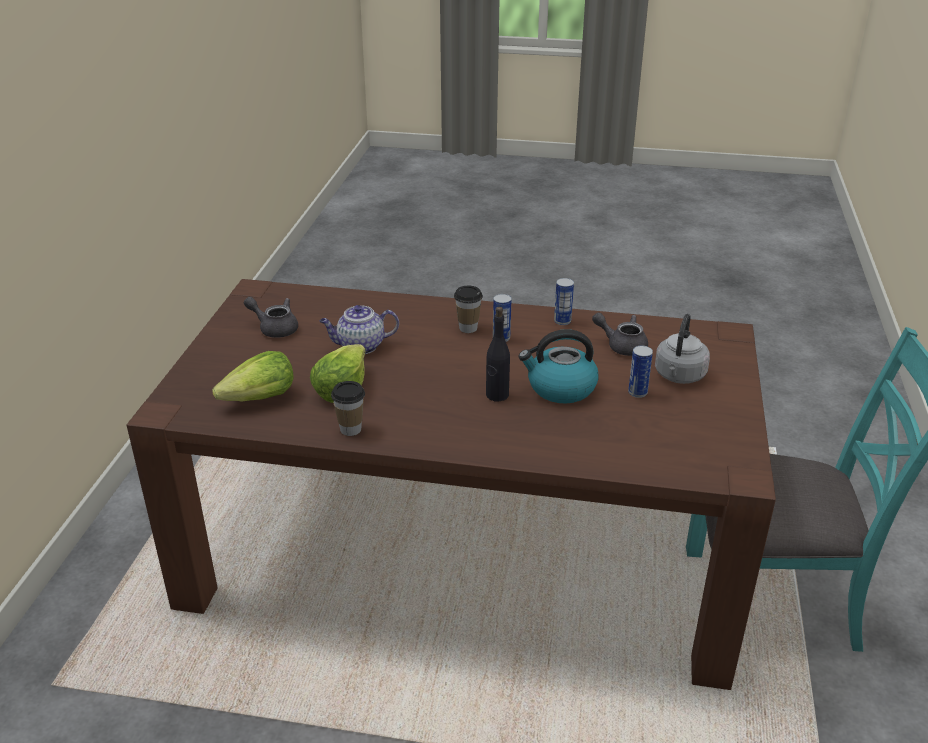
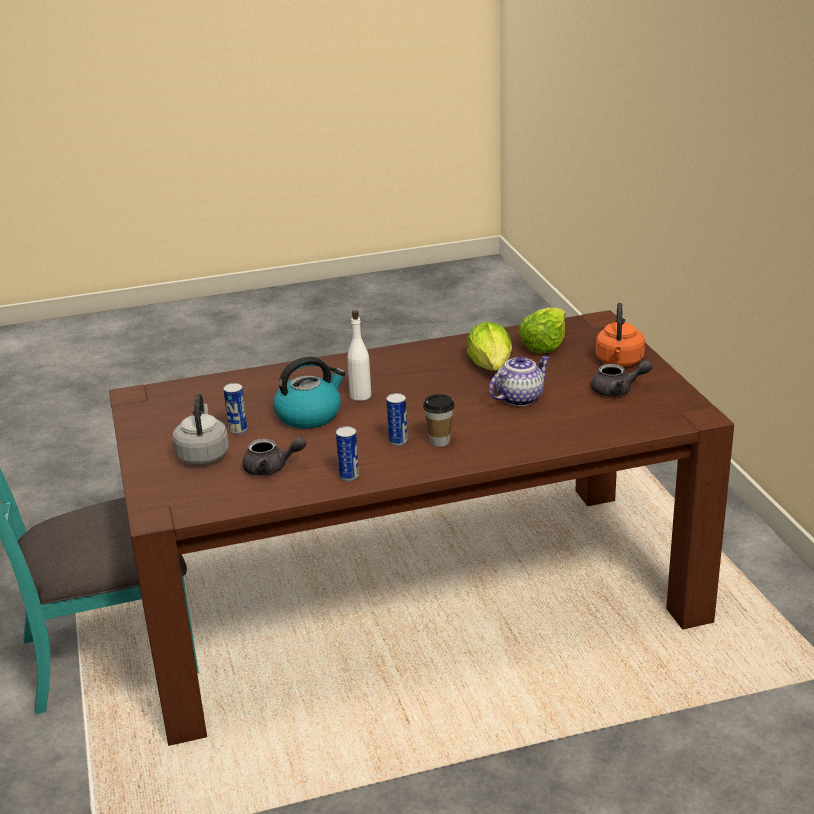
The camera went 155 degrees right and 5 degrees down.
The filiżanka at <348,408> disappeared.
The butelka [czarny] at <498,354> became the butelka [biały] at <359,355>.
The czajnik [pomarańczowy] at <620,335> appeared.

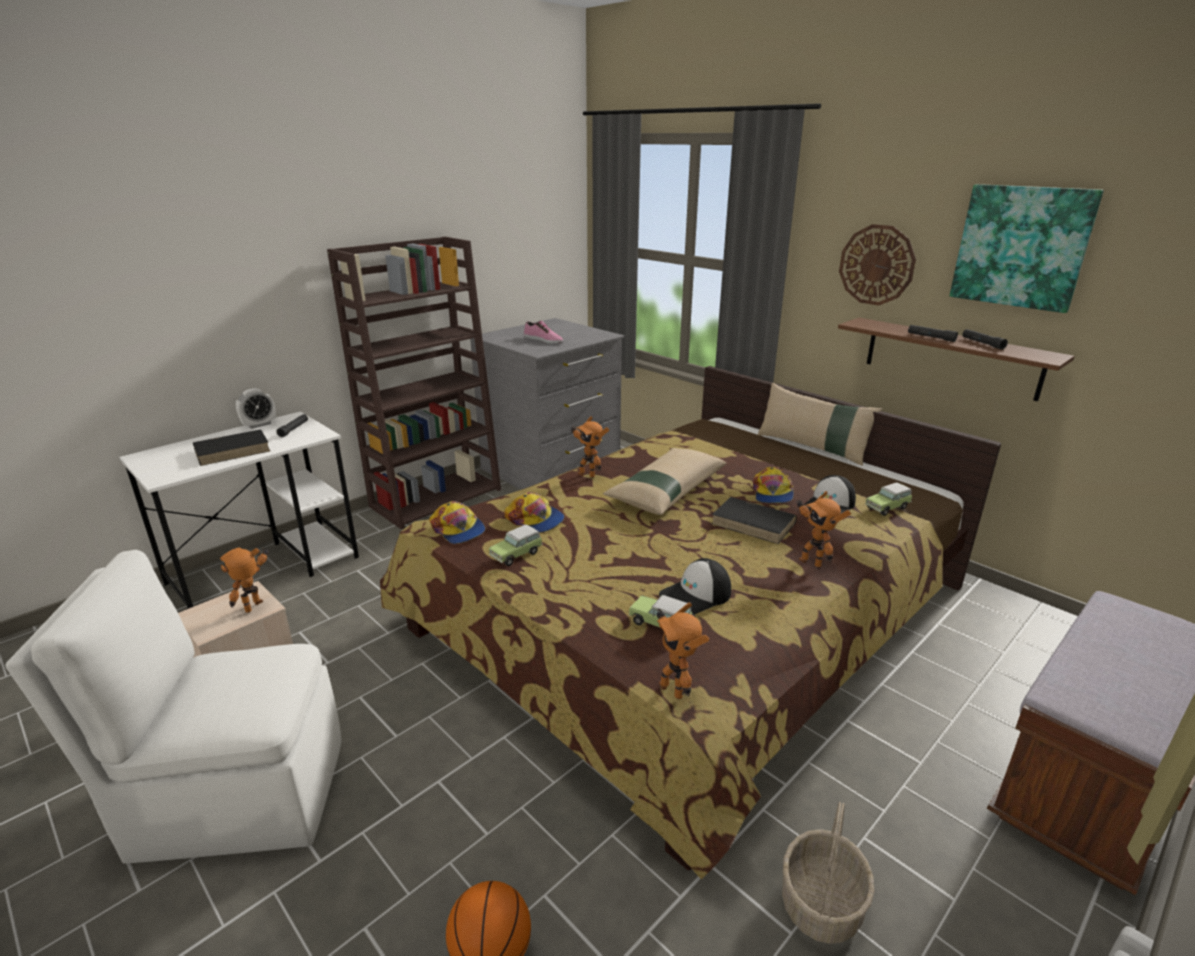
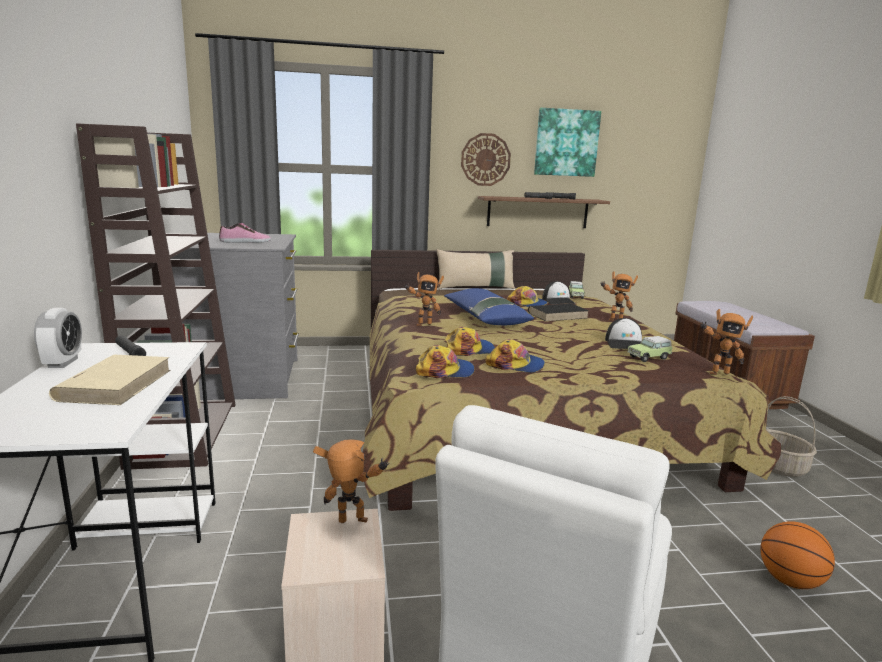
The camera went 55 degrees left and 10 degrees down.
The książka [czarny] at <231,447> became the książka [beżowy] at <110,380>.
The robot zabawkowy at <244,580> turned 120 degrees clockwise.
The samochodzik at <516,545> was replaced by the czapka z daszkiem at <515,356>.
The poduszka [beżowy] at <664,481> became the poduszka [niebieski] at <489,306>.

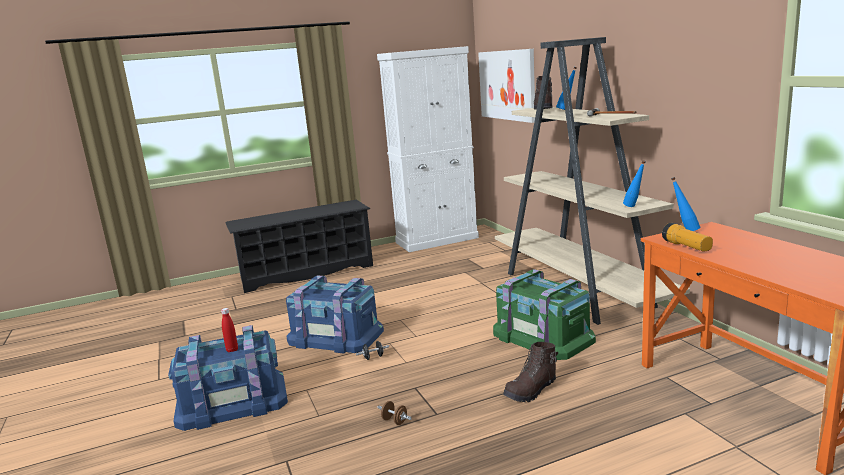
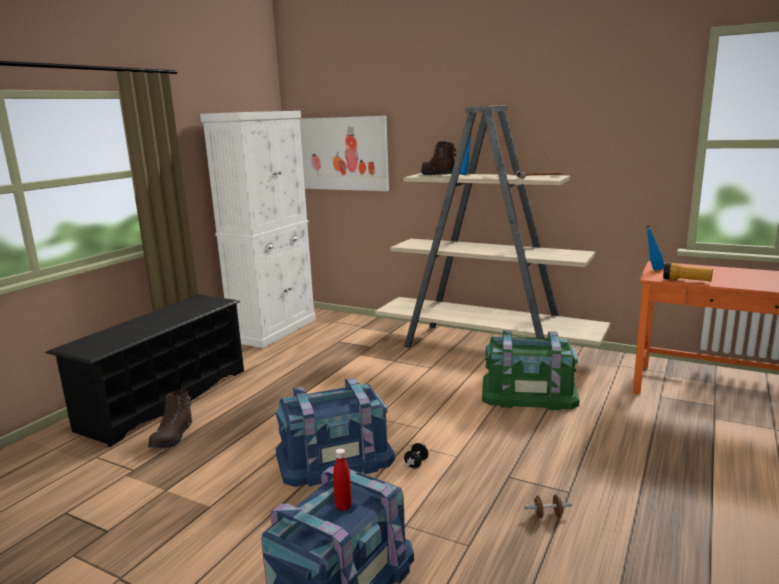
The camera went 40 degrees left and 0 degrees up.
The but z cholewką [brązowy] moved from <530,372> to <170,419>.
The butelka [niebieski] at <634,183> disappeared.

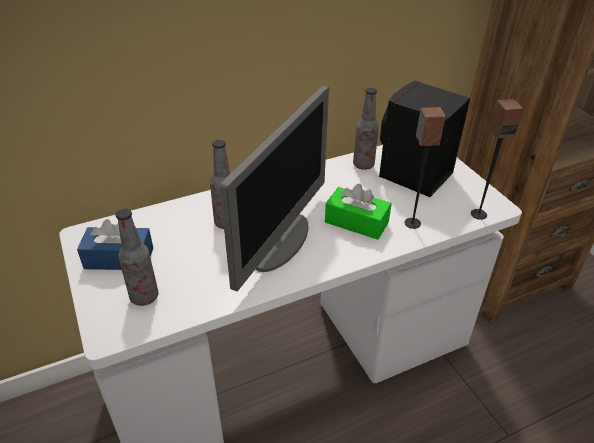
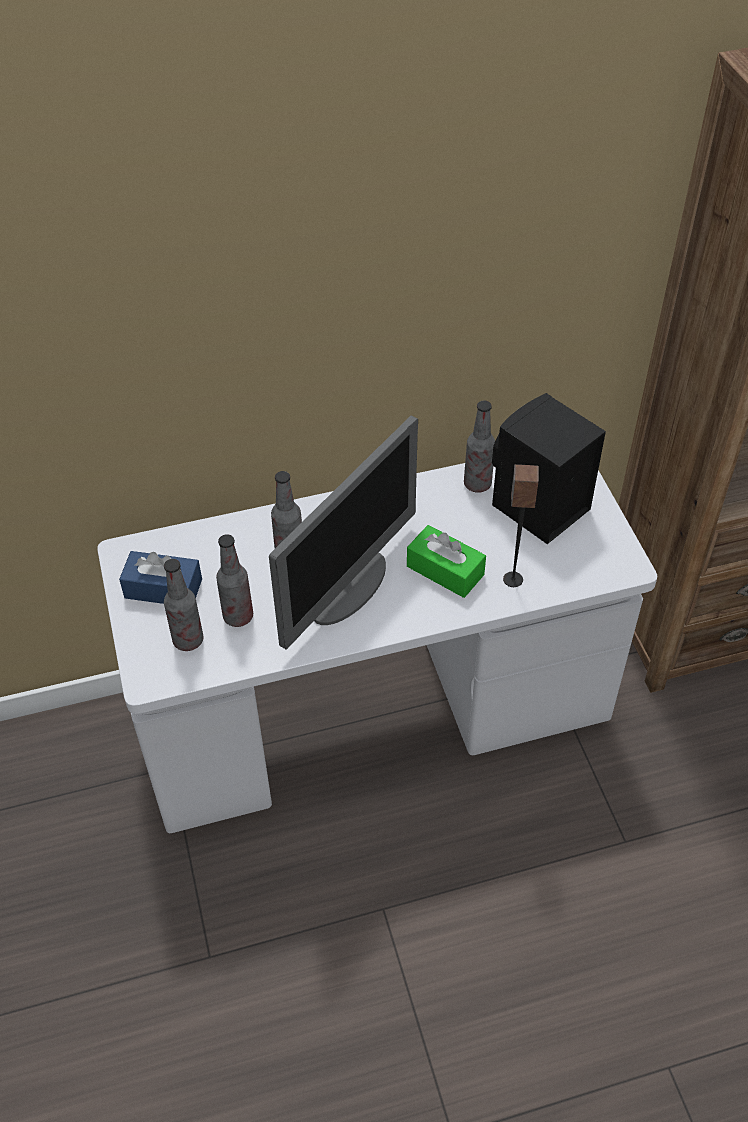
The camera went 10 degrees right and 10 degrees up.
The głośnik at <497,159> disappeared.
The butelka at <234,580> appeared.

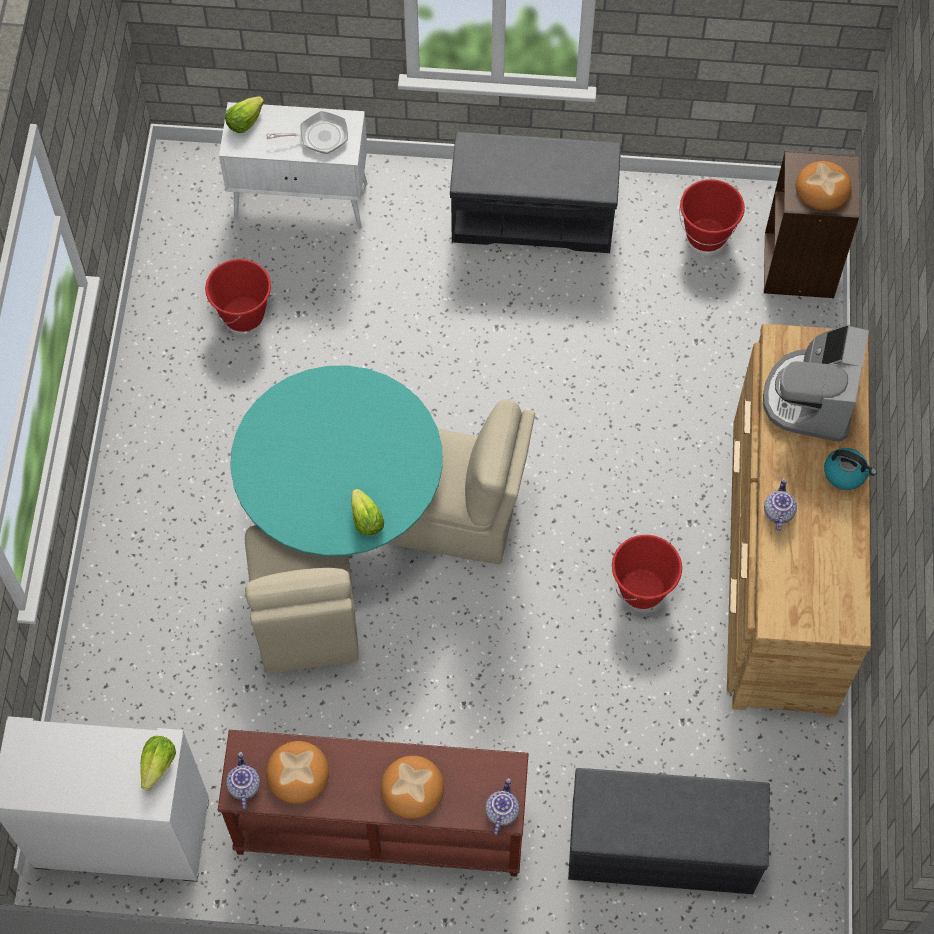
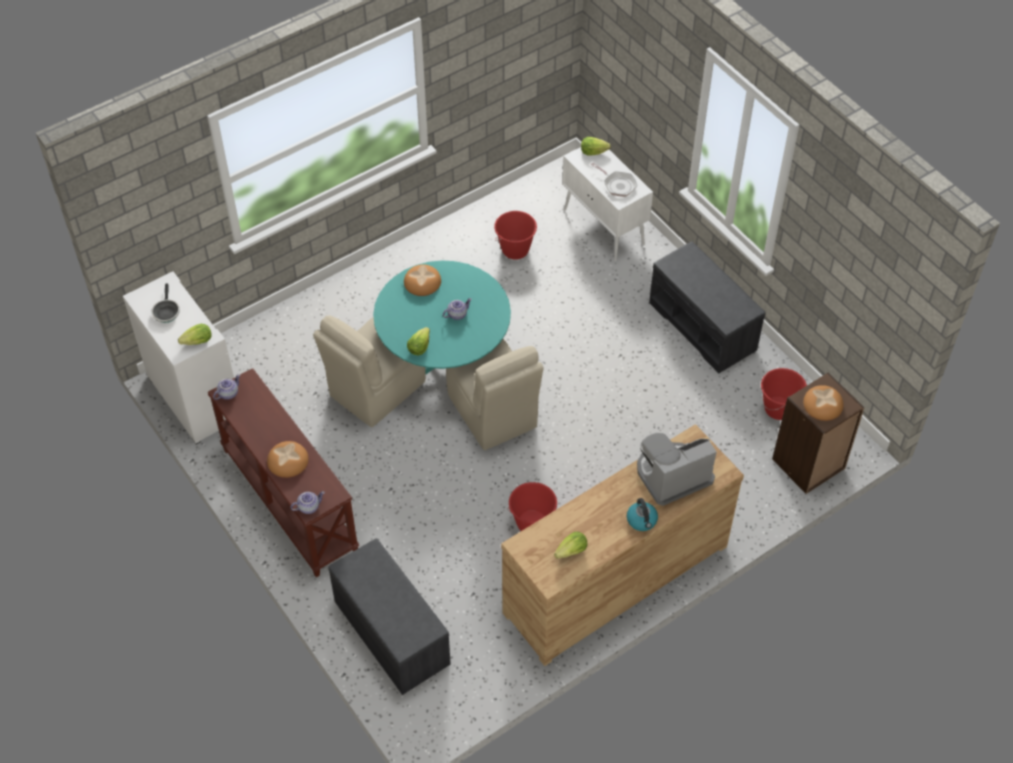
The camera went 50 degrees right and 10 degrees down.
The chleb moved from <297,772> to <422,280>.
The imbryk moved from <780,504> to <457,309>.
The patelnia at <165,303> appeared.
The sałata at <571,545> appeared.

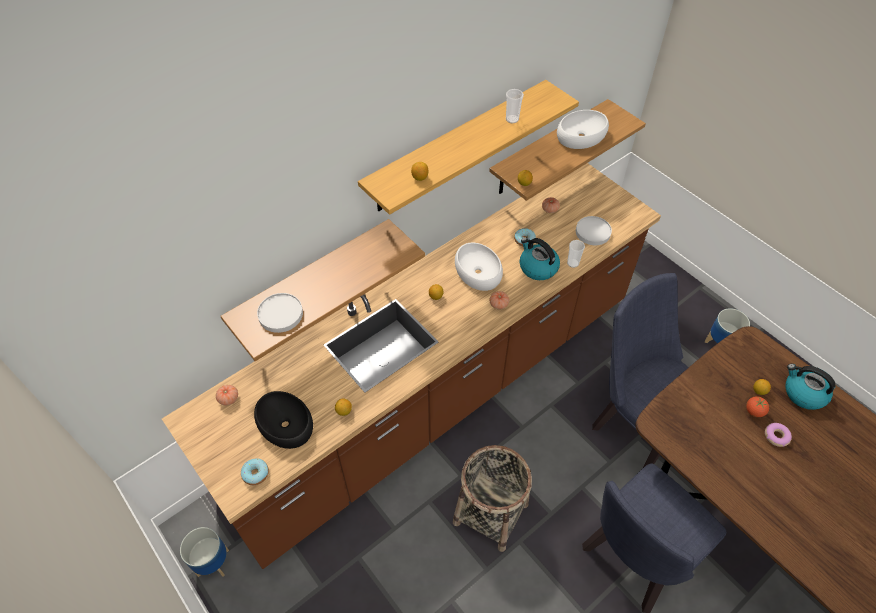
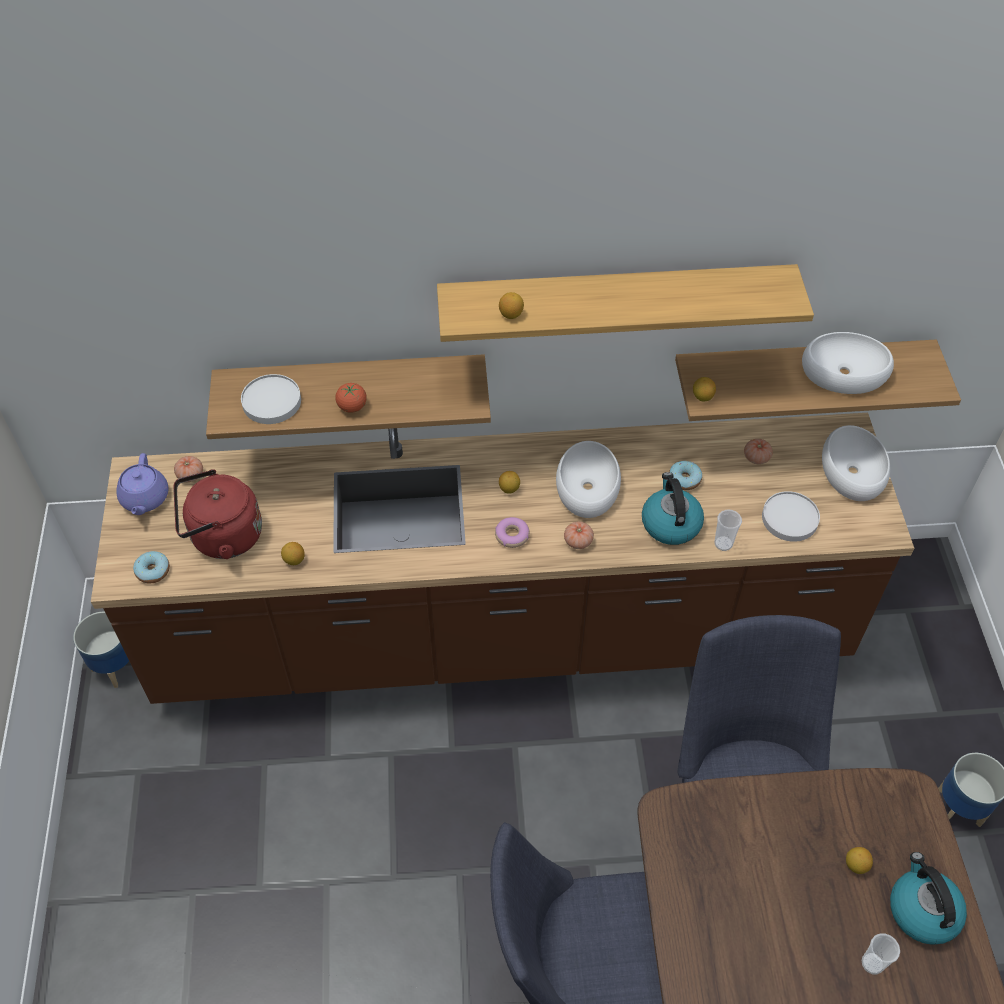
The camera went 35 degrees right and 0 degrees up.
The miska [czarny] at <283,420> was replaced by the czajnik [czerwony] at <217,514>.
The koszyk at <492,498> disappeared.
The filiżanka moved from <515,106> to <880,954>.
The pomidor moved from <757,407> to <351,398>.
The donut moved from <778,435> to <512,532>.
The imbryk [fioletowy] at <142,484> appeared.
The miska [biały] at <856,463> appeared.

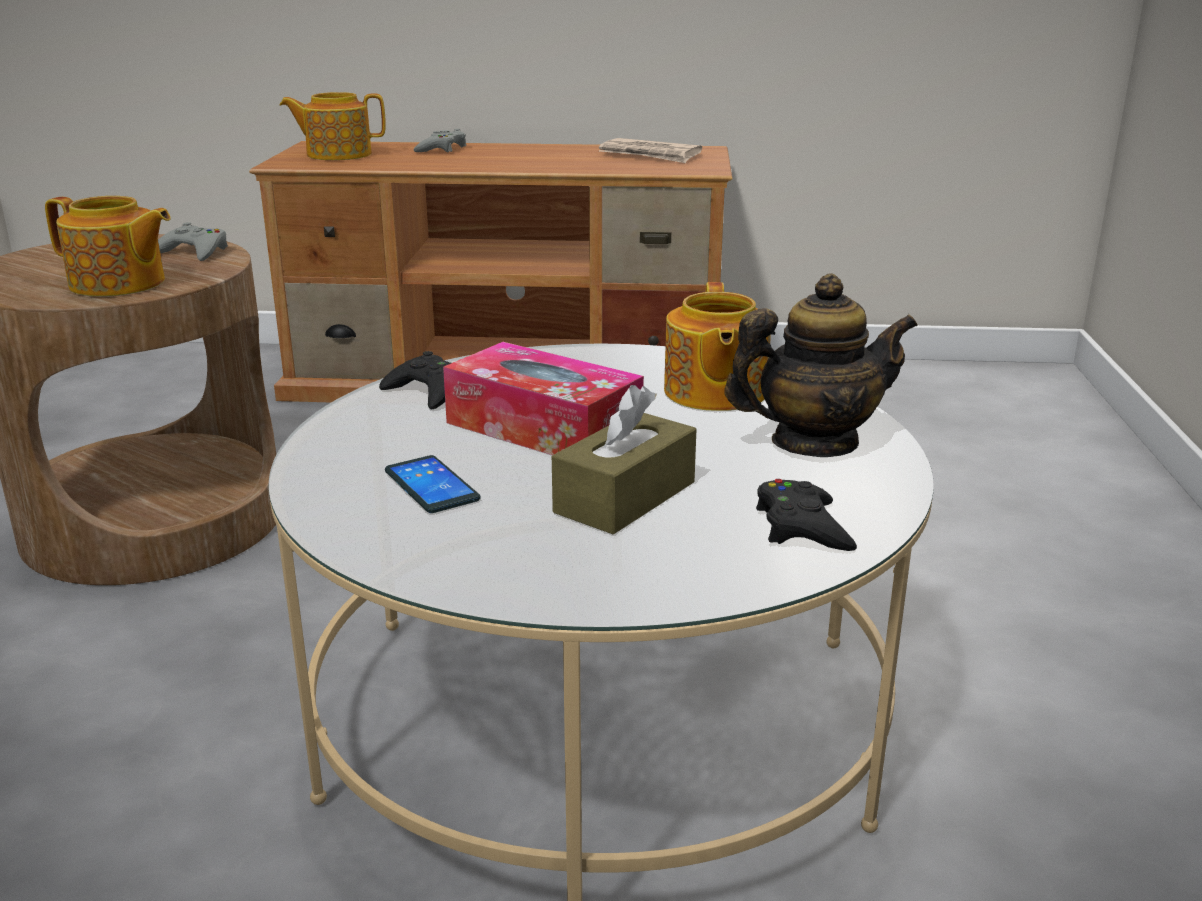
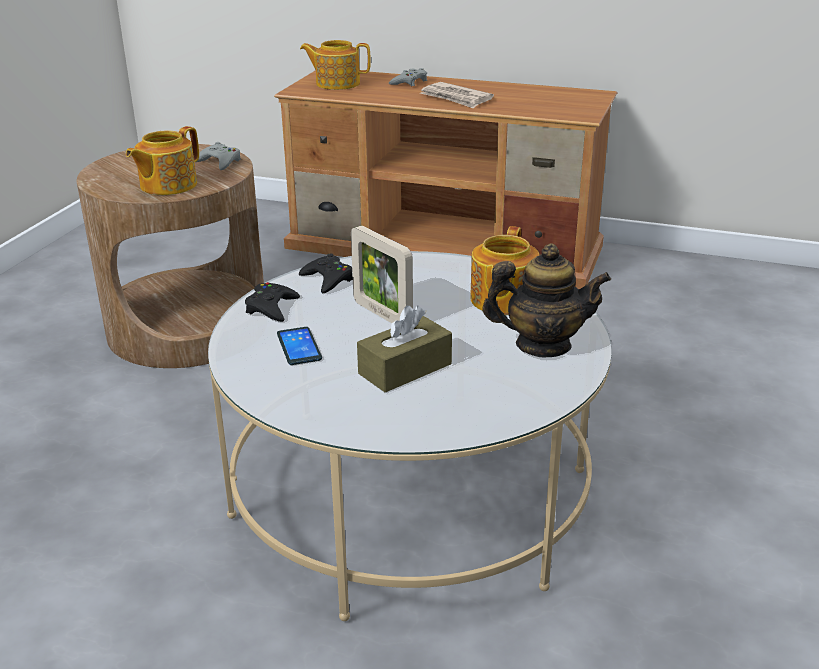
The camera went 15 degrees right and 5 degrees up.
The imbryk at <108,246> turned 90 degrees clockwise.
The pudełko chusteczek at <543,398> was replaced by the ramka na zdjęcie at <382,274>.
The gazeta moved from <650,150> to <457,95>.
The pad do gier [czarny] moved from <806,515> to <272,302>.

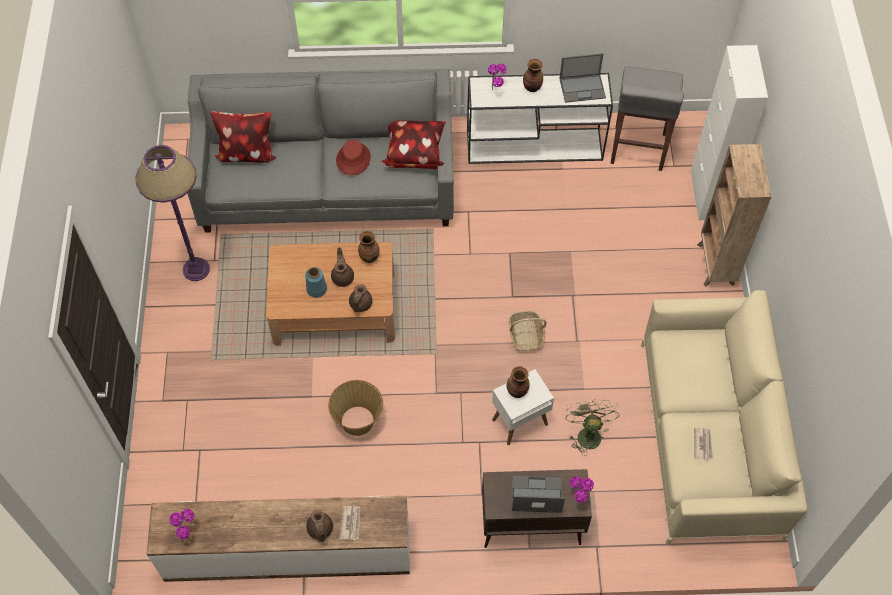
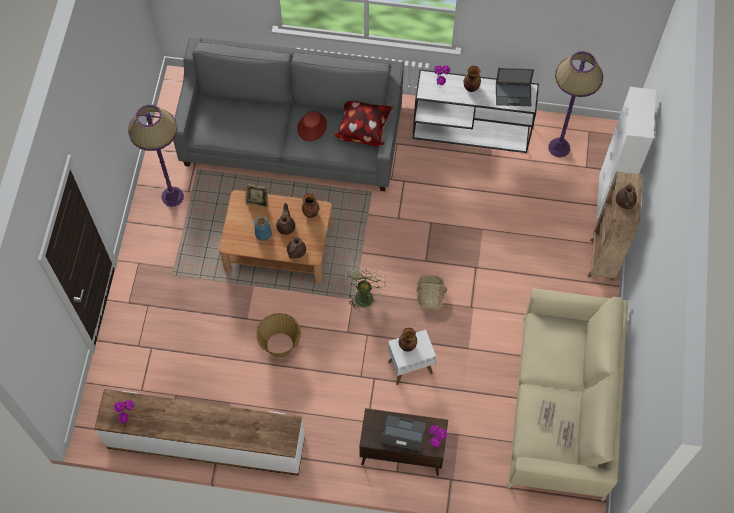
The camera went 10 degrees right and 5 degrees up.
The poduszka at <243,137> disappeared.
The imbryk [brązowy] moved from <320,526> to <626,197>.
The gazeta moved from <349,523> to <565,434>.
The wentylator [zielony] moved from <593,427> to <365,290>.
The stołek [szary] at <647,119> was replaced by the lampa stojąca [fioletowy] at <575,104>.
The ramka na zdjęcie at <257,195> appeared.

